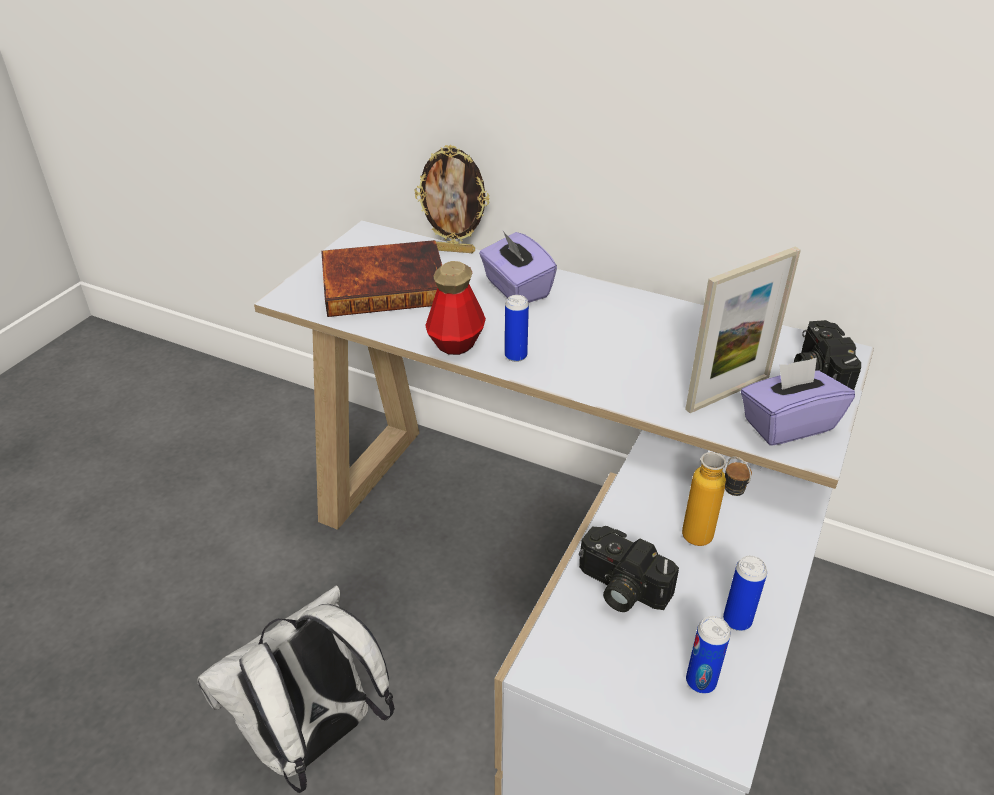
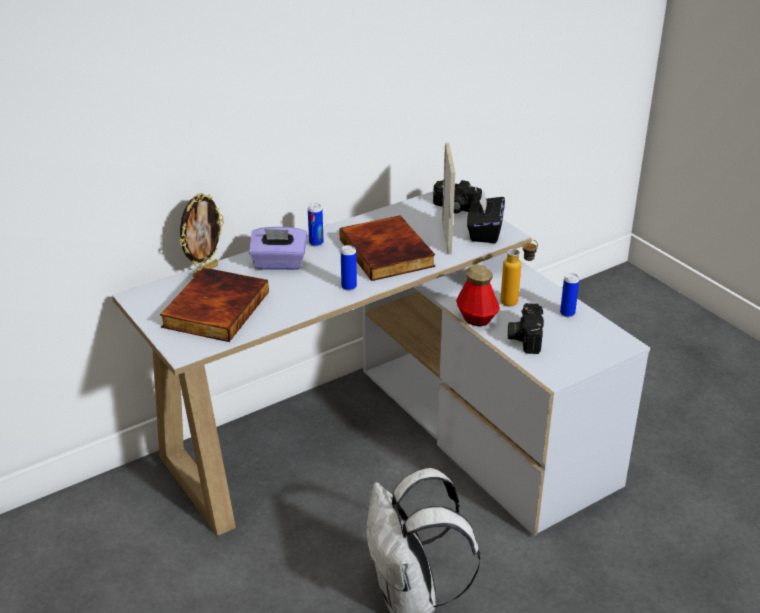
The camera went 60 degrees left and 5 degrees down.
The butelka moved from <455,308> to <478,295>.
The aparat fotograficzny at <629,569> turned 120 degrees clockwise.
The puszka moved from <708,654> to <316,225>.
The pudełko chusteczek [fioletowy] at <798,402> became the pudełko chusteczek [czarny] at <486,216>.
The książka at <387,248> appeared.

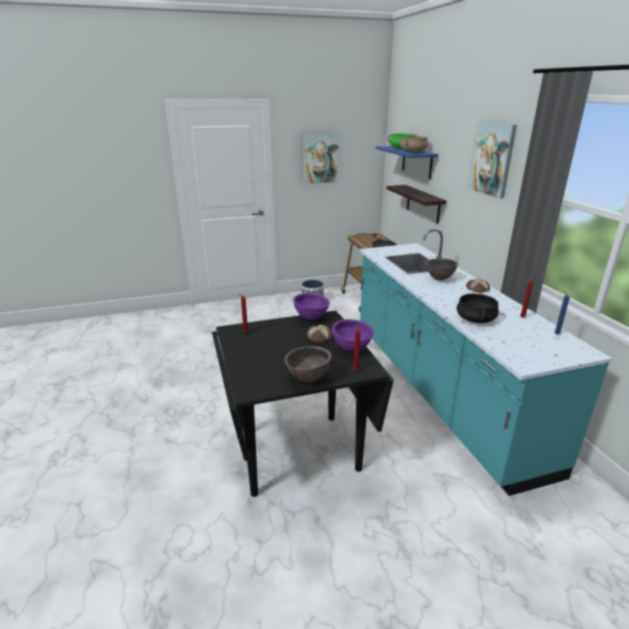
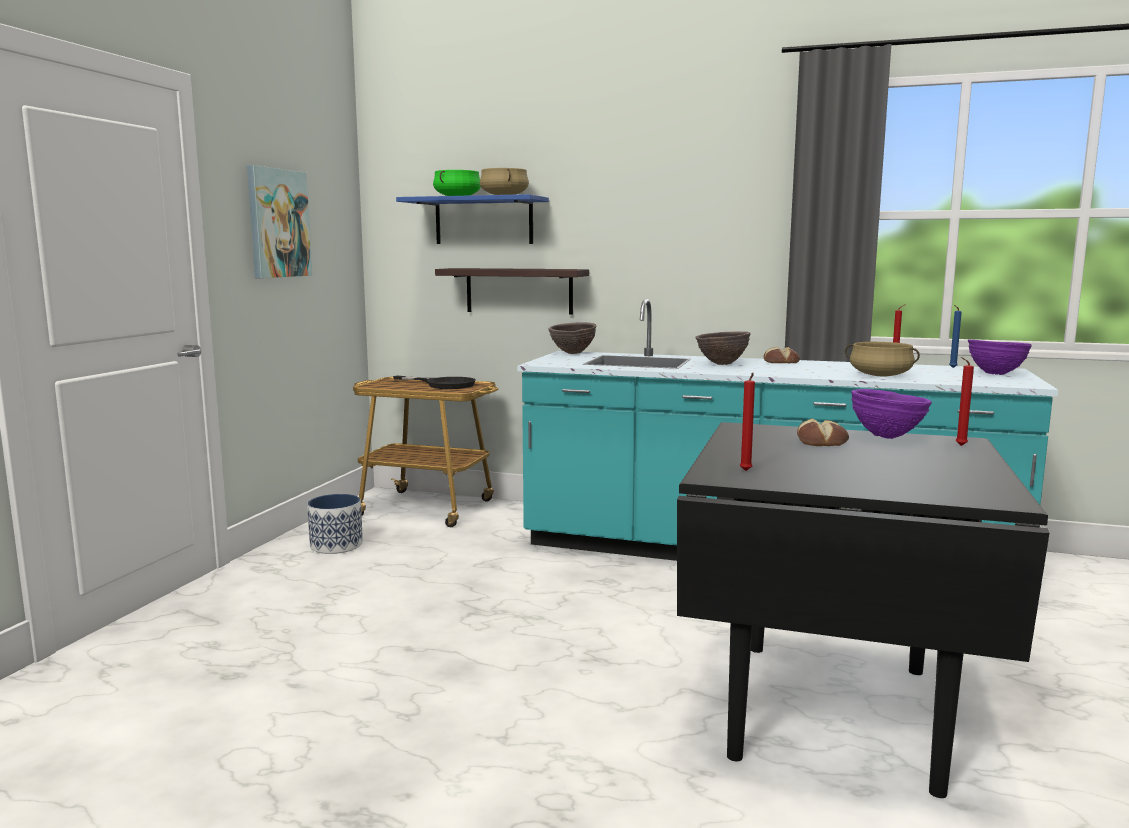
The camera went 55 degrees left and 15 degrees down.
The miska [brązowy] moved from <308,364> to <572,338>.
The miska [fioletowy] moved from <311,306> to <1000,357>.
The garnek [czarny] at <477,308> became the garnek [beżowy] at <882,359>.
The obraz at <492,160> disappeared.

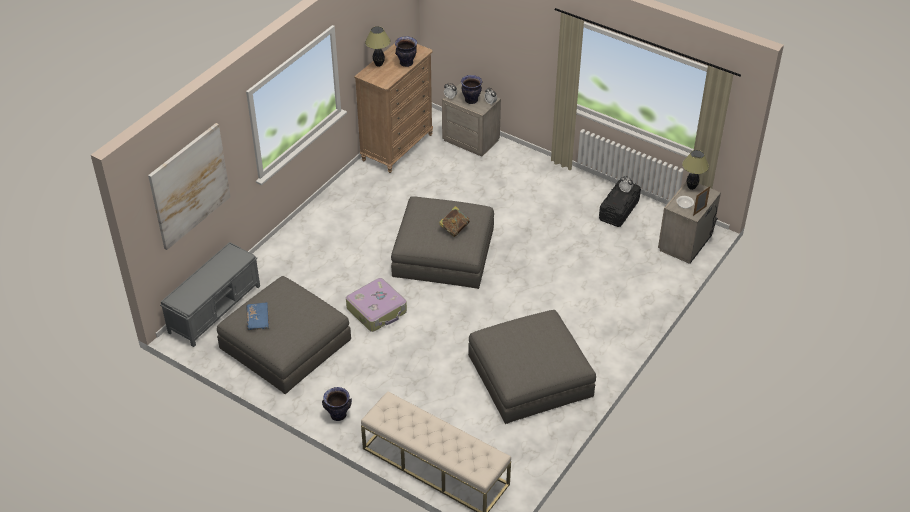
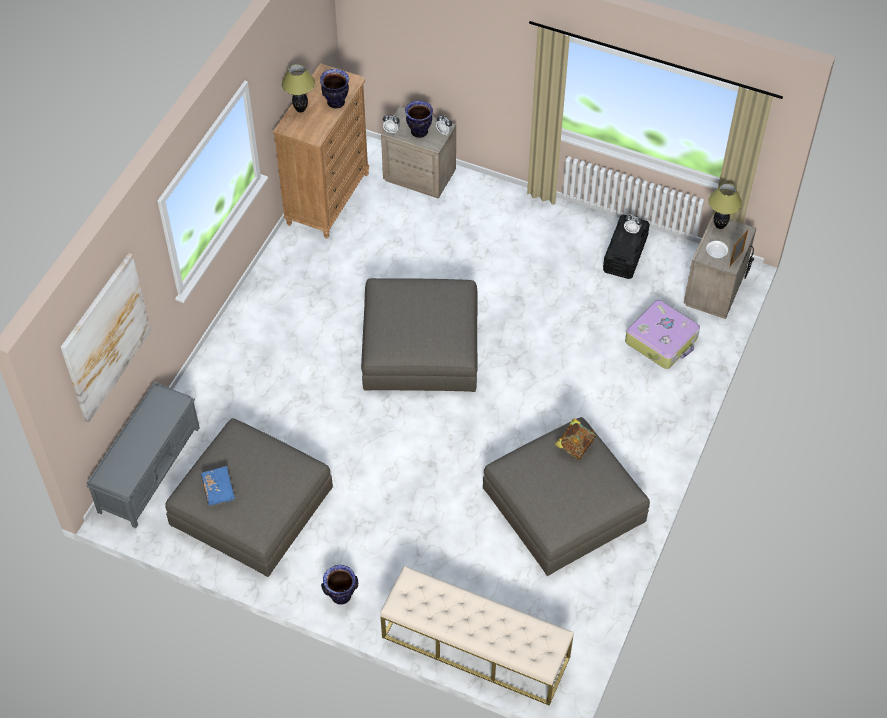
The camera went 10 degrees left and 10 degrees up.
The walizka moved from <376,305> to <662,334>.
The książka moved from <454,221> to <575,439>.

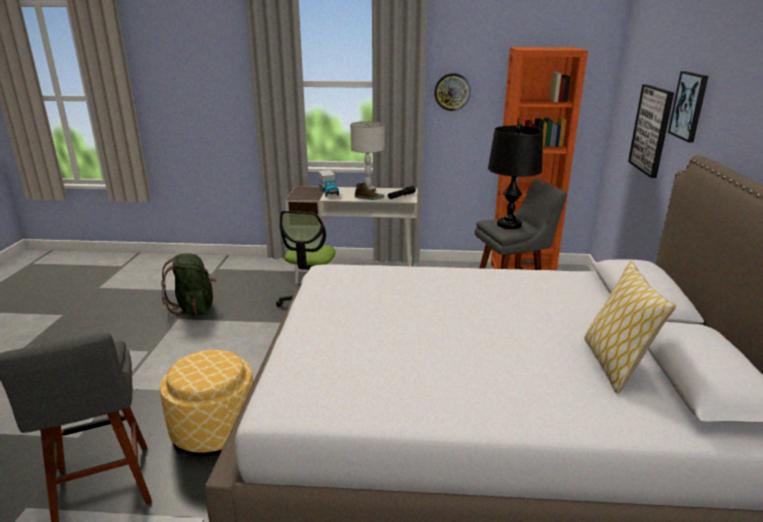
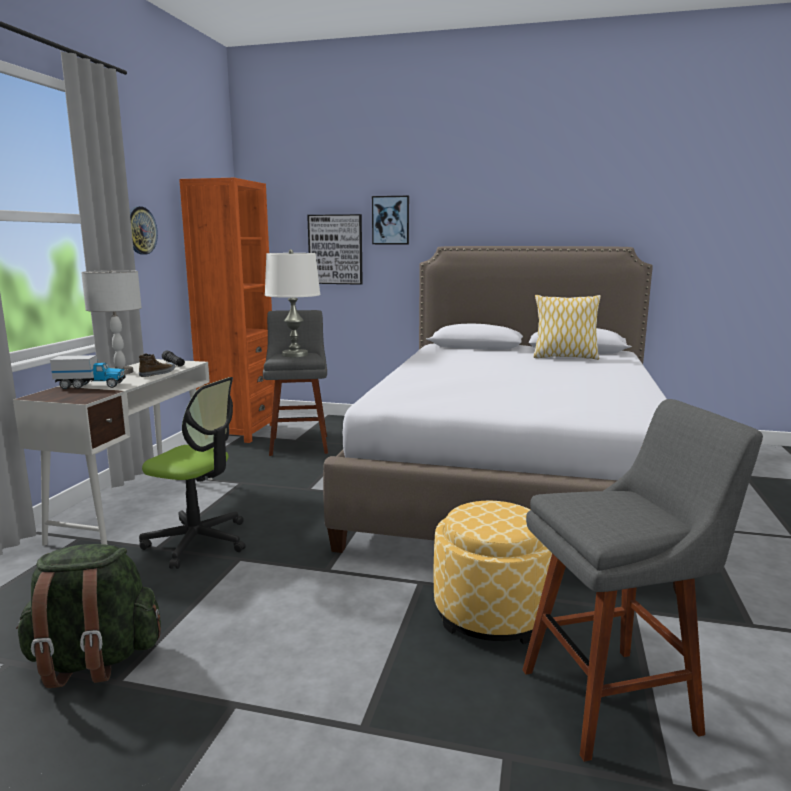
The camera went 80 degrees left and 10 degrees down.
The lampa stołowa [czarny] at <515,177> became the lampa stołowa [biały] at <292,303>.

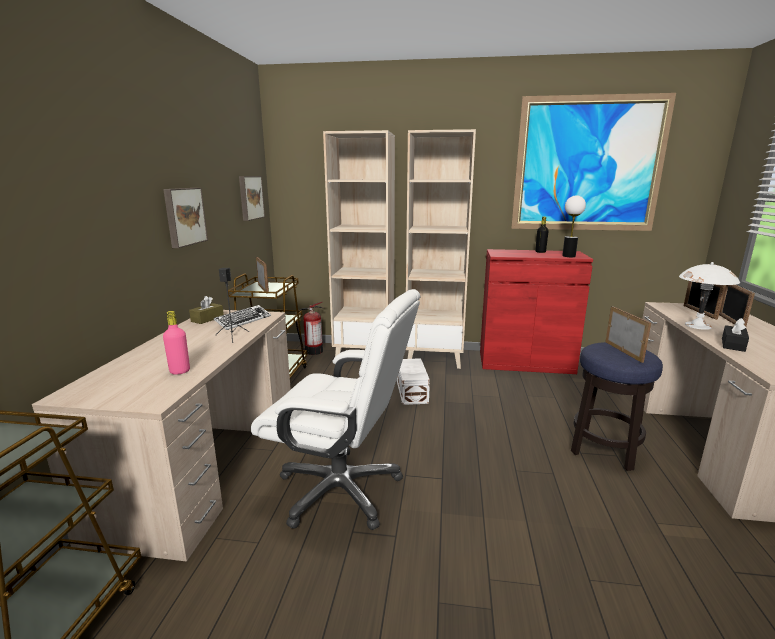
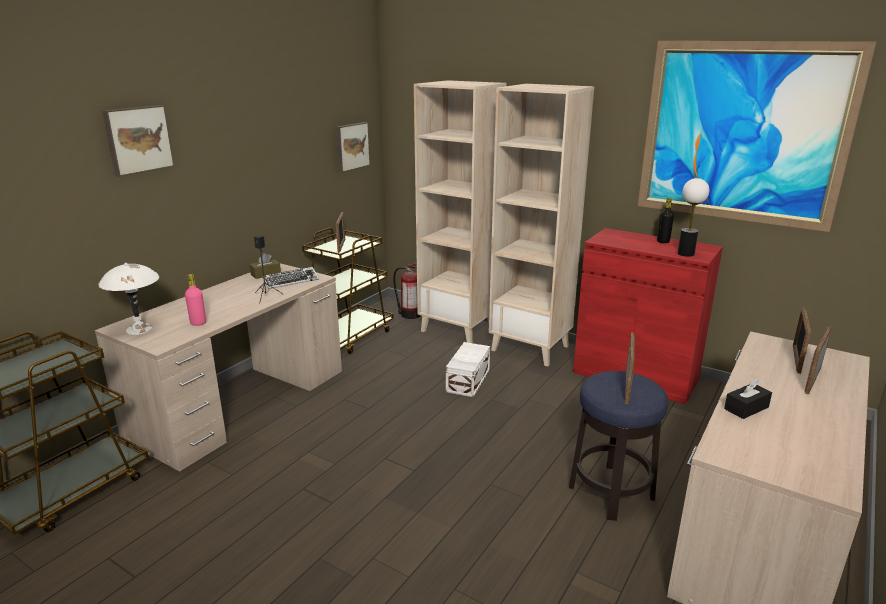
The camera went 25 degrees right and 5 degrees up.
The obraz moved from <185,218> to <138,141>.
The krzesło biurowe [biały] at <335,409> disappeared.
The lampa stołowa [biały] moved from <709,296> to <128,299>.

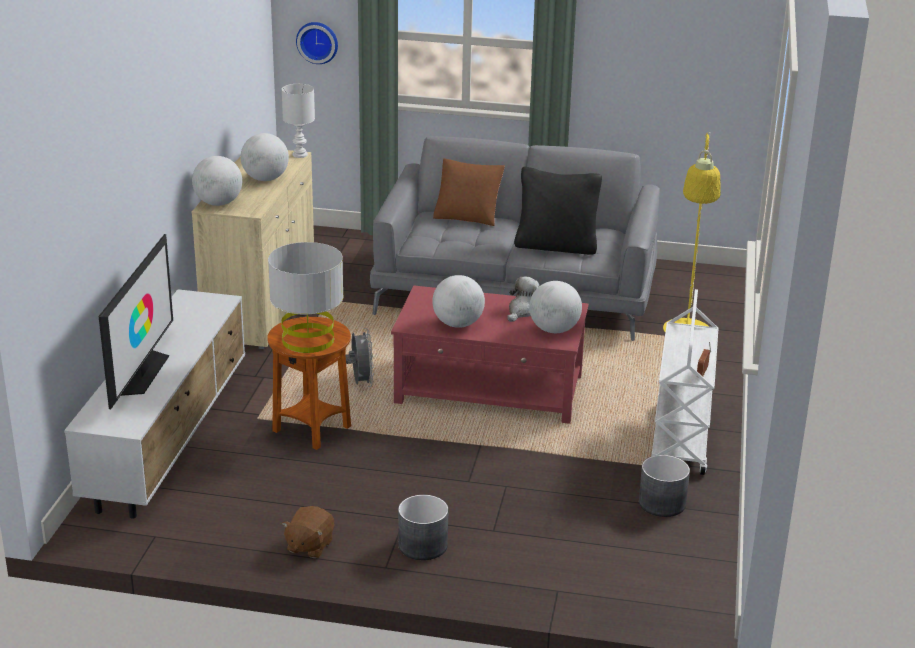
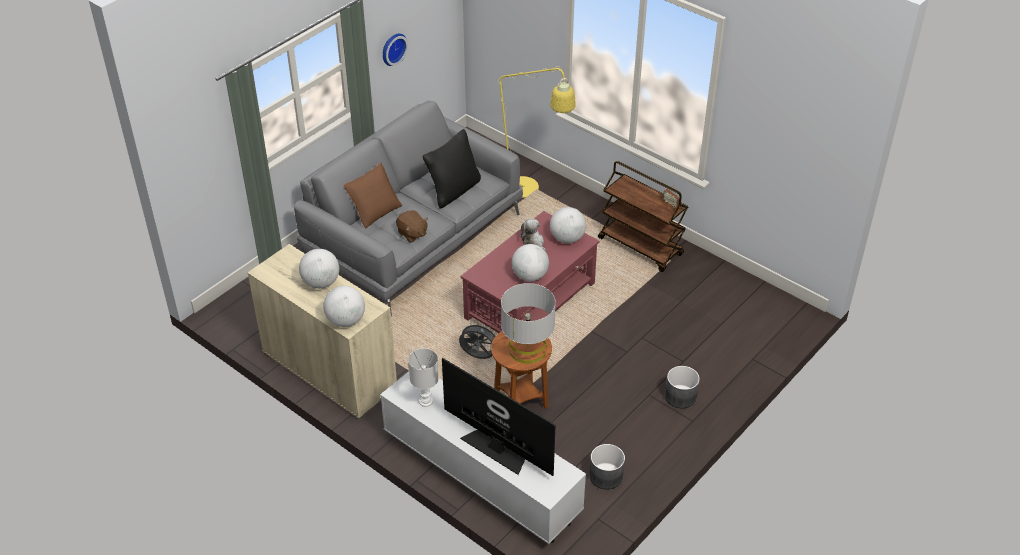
The camera went 60 degrees left and 15 degrees up.
The lampa stołowa [biały] moved from <298,121> to <423,377>.
The pluszak [brązowy] moved from <308,532> to <412,226>.
The zegar ścienny moved from <317,43> to <395,49>.
The donica [szary] moved from <664,486> to <607,467>.
The wózek [biały] at <685,382> became the wózek [brązowy] at <643,216>.

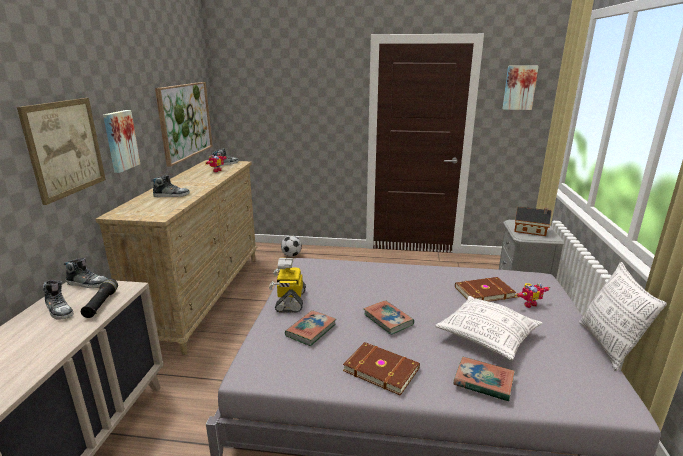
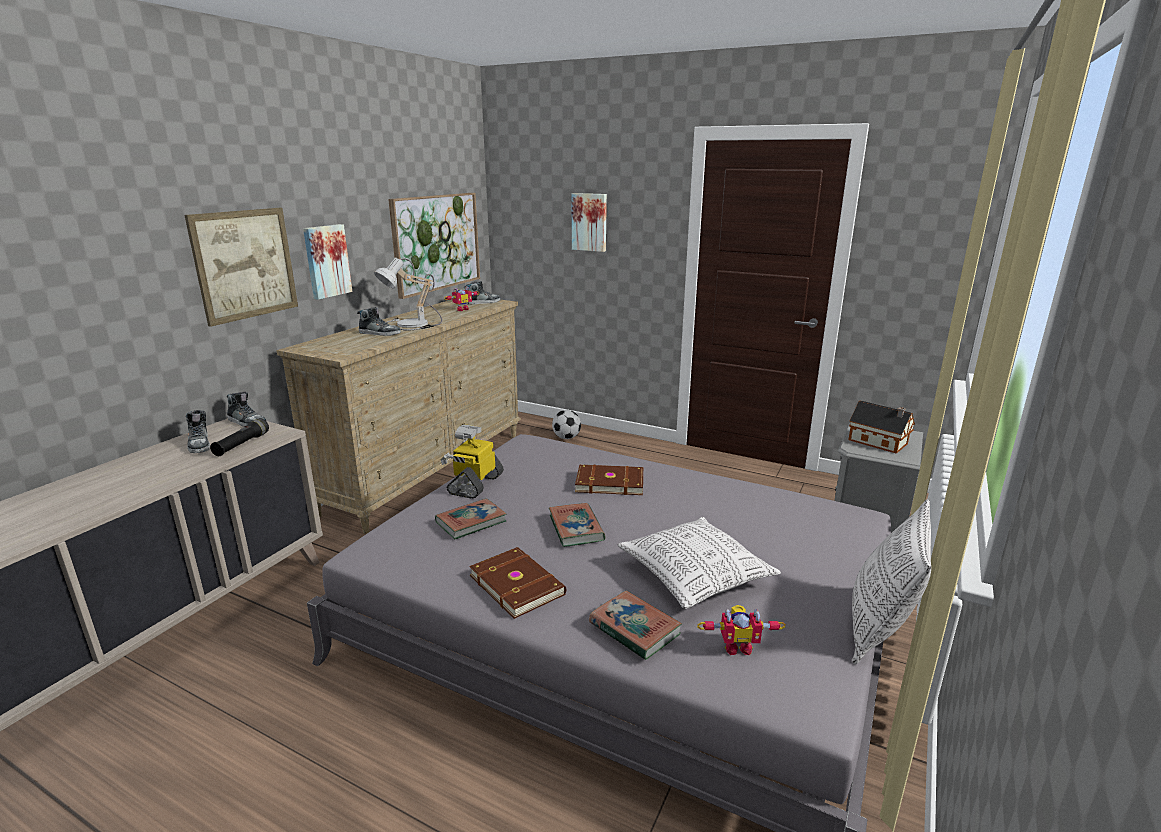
The camera went 20 degrees right and 0 degrees up.
The książka [brązowy] moved from <485,289> to <609,479>.
The obraz moved from <520,88> to <589,222>.
The robot zabawkowy moved from <532,295> to <741,630>.
The lampa stołowa at <408,294> appeared.

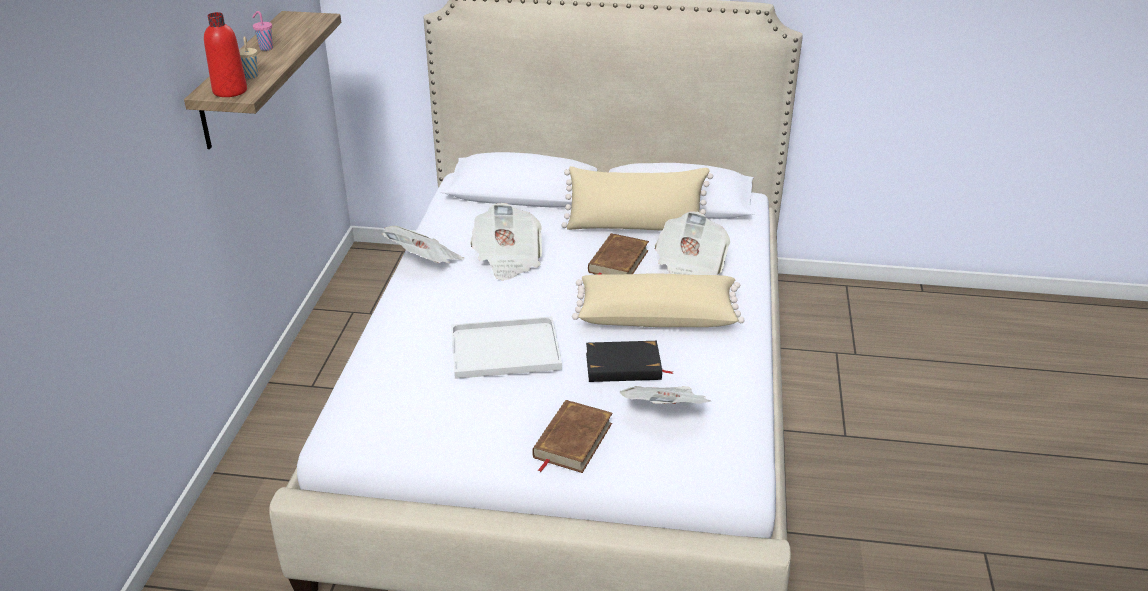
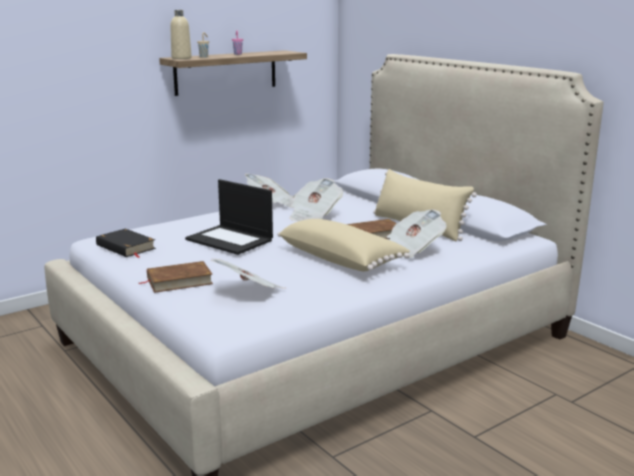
The camera went 45 degrees right and 15 degrees down.
The butelka [czerwony] at <225,54> became the butelka [beżowy] at <181,34>.
The taca [biały] at <506,347> was replaced by the laptop at <229,217>.
The książka [czarny] moved from <629,361> to <126,243>.

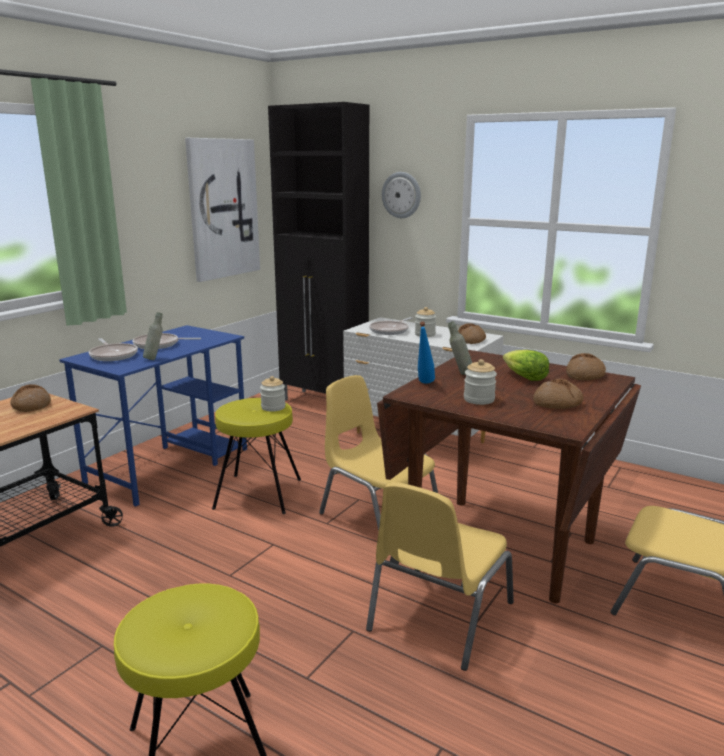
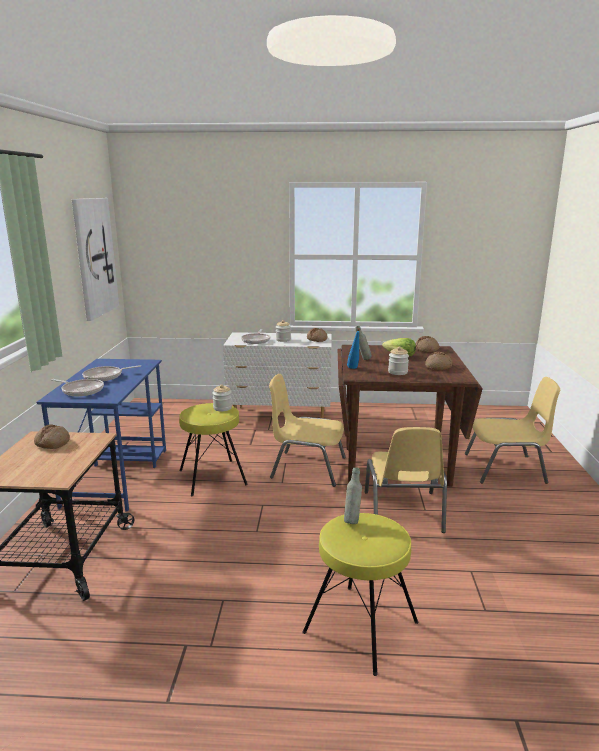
The camera went 30 degrees left and 0 degrees up.
The butelka [szary] moved from <153,336> to <353,495>.
The szafka [czarny] at <318,251> disappeared.
The zegar ścienny at <401,195> disappeared.

